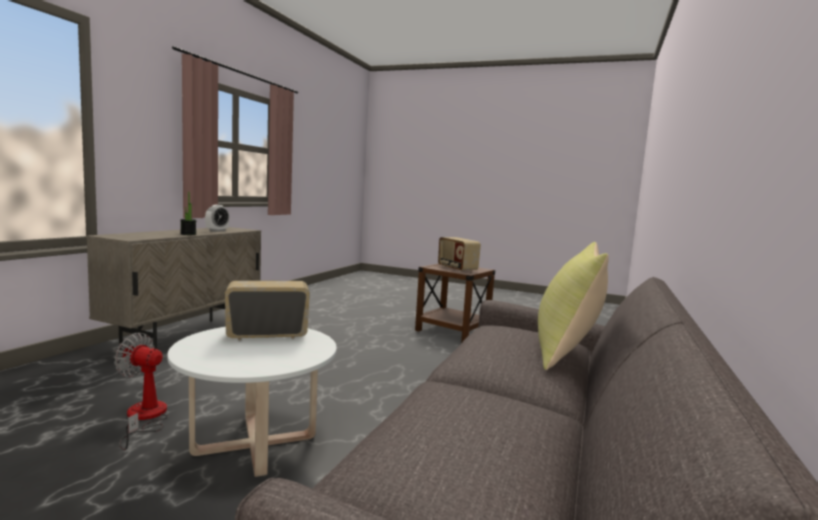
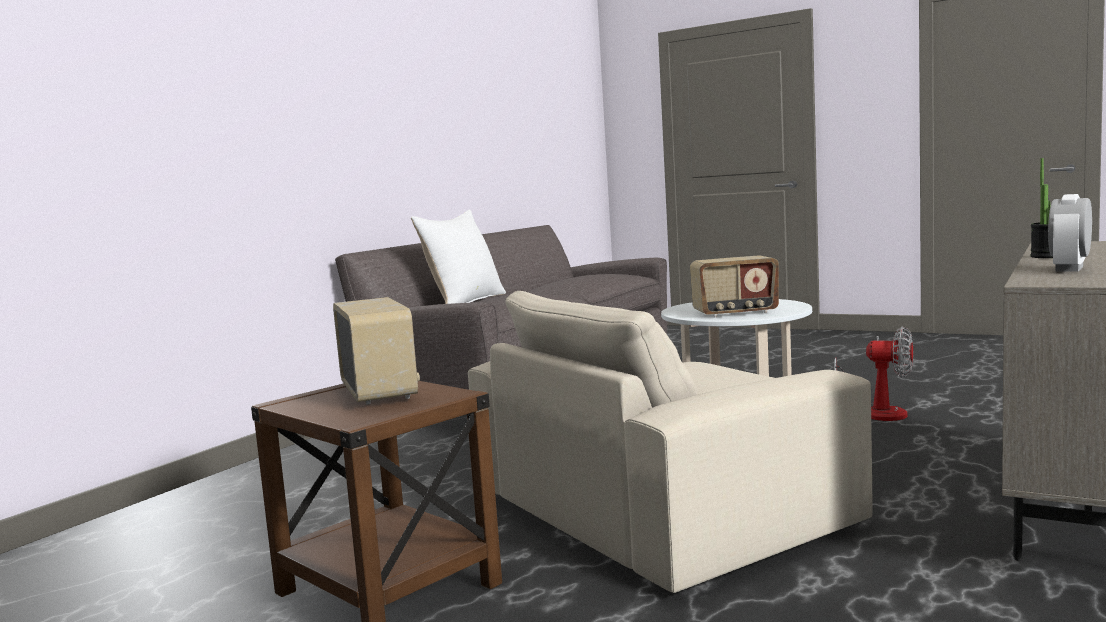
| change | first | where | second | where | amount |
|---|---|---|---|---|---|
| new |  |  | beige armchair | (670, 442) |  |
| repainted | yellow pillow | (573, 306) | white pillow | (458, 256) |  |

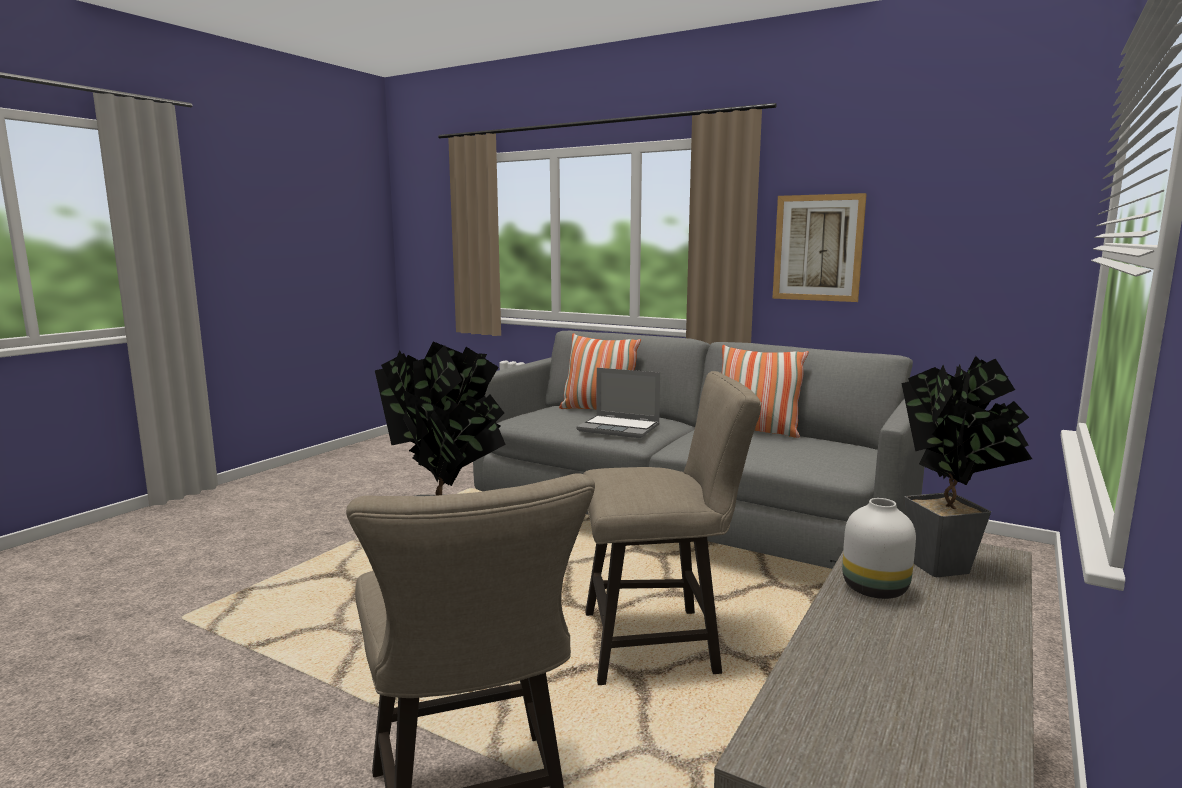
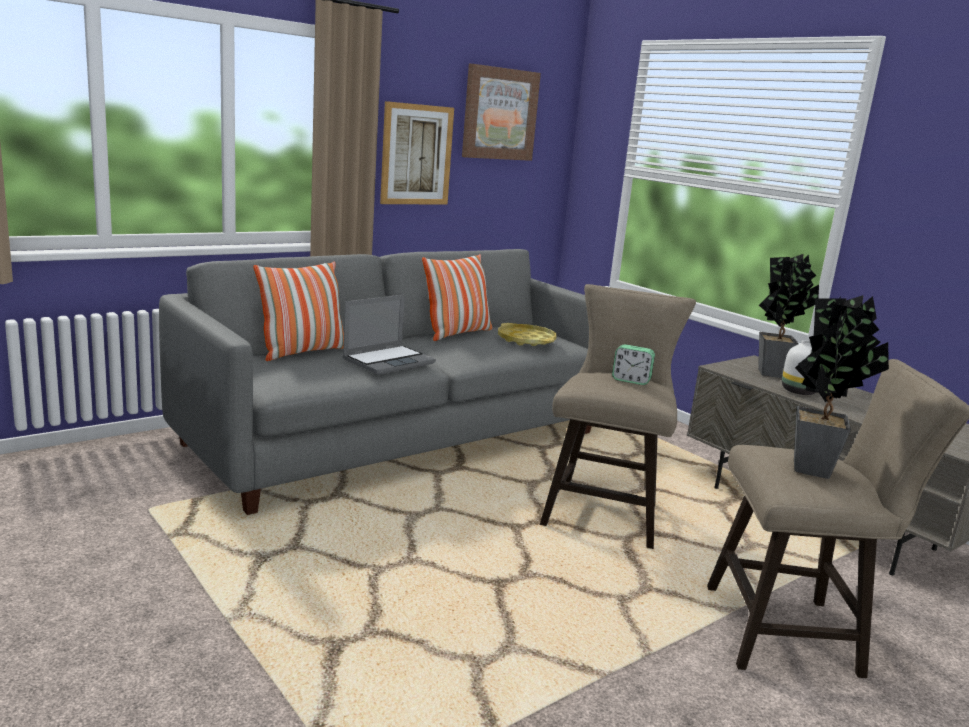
| change | first | where | second | where | amount |
|---|---|---|---|---|---|
| new |  |  | picture | (501, 112) |  |
| new |  |  | yellow tray | (527, 334) |  |
| new |  |  | alarm clock | (633, 364) |  |

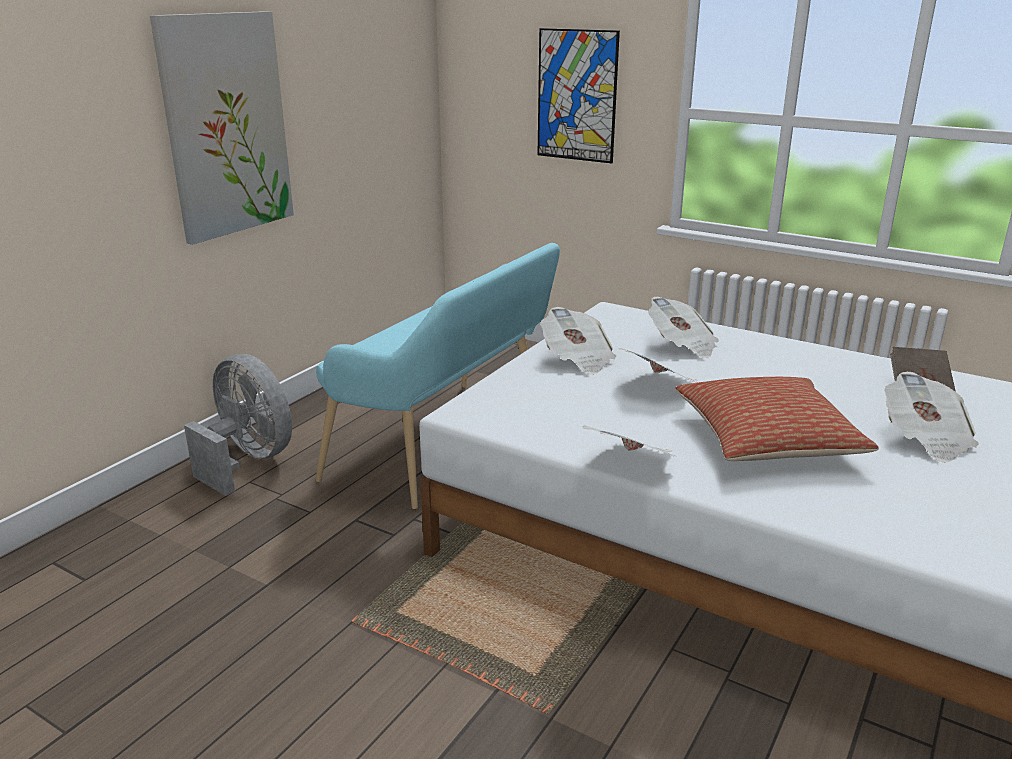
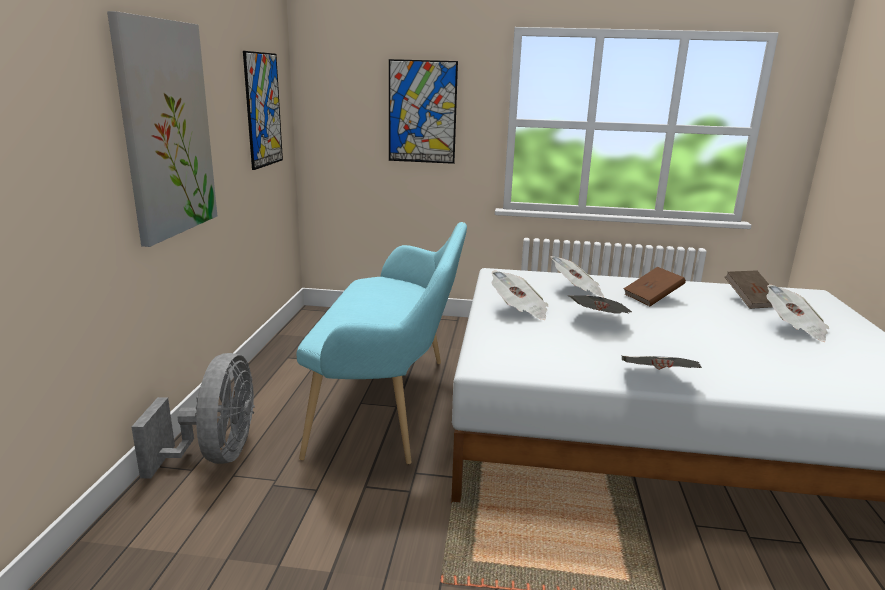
| change | first | where | second | where | amount |
|---|---|---|---|---|---|
| gone | pillow | (777, 419) |  |  |  |
| new |  |  | picture | (263, 110) |  |
| new |  |  | brown book | (655, 286) |  |
| rotated | grey fan | (238, 425) |  | (193, 416) | 75 degrees clockwise |

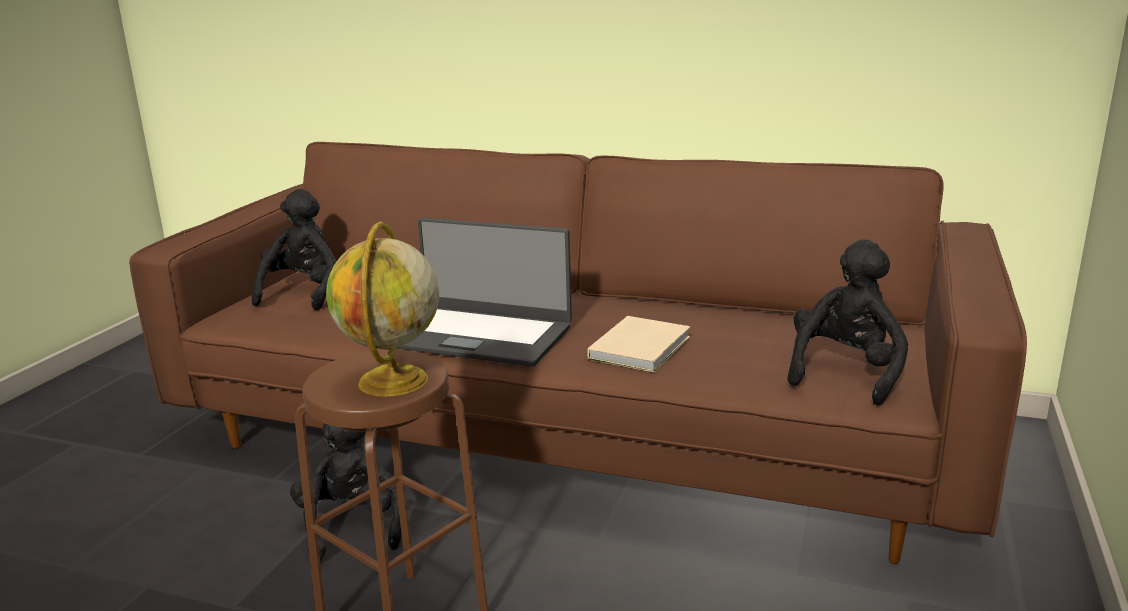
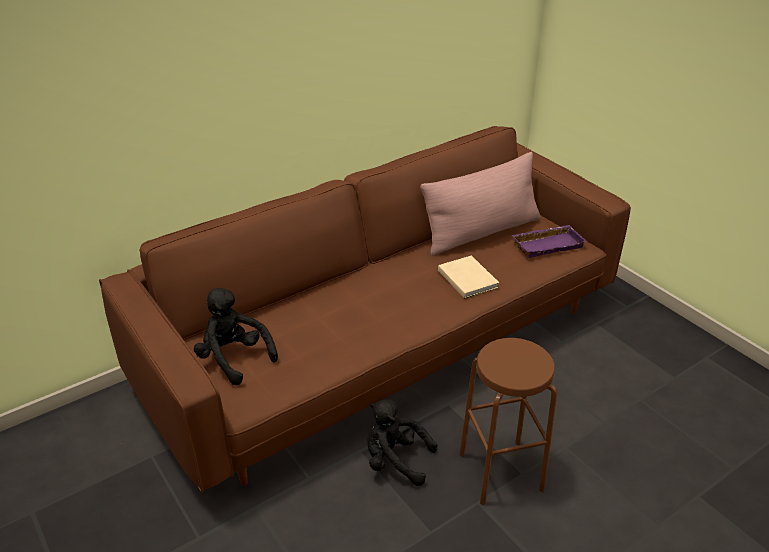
| change | first | where | second | where | amount |
|---|---|---|---|---|---|
| gone | globe | (382, 309) |  |  |  |
| gone | laptop | (484, 292) |  |  |  |
| new |  |  | pink pillow | (480, 204) |  |
| swapped | black plush toy | (847, 322) | purple tray | (549, 241) |  |

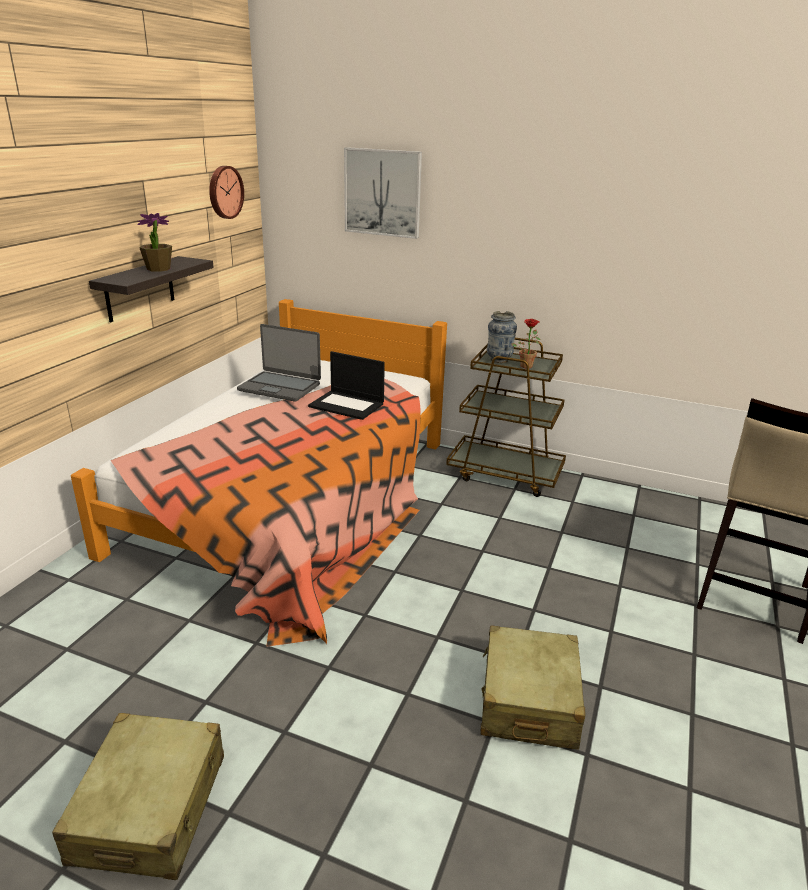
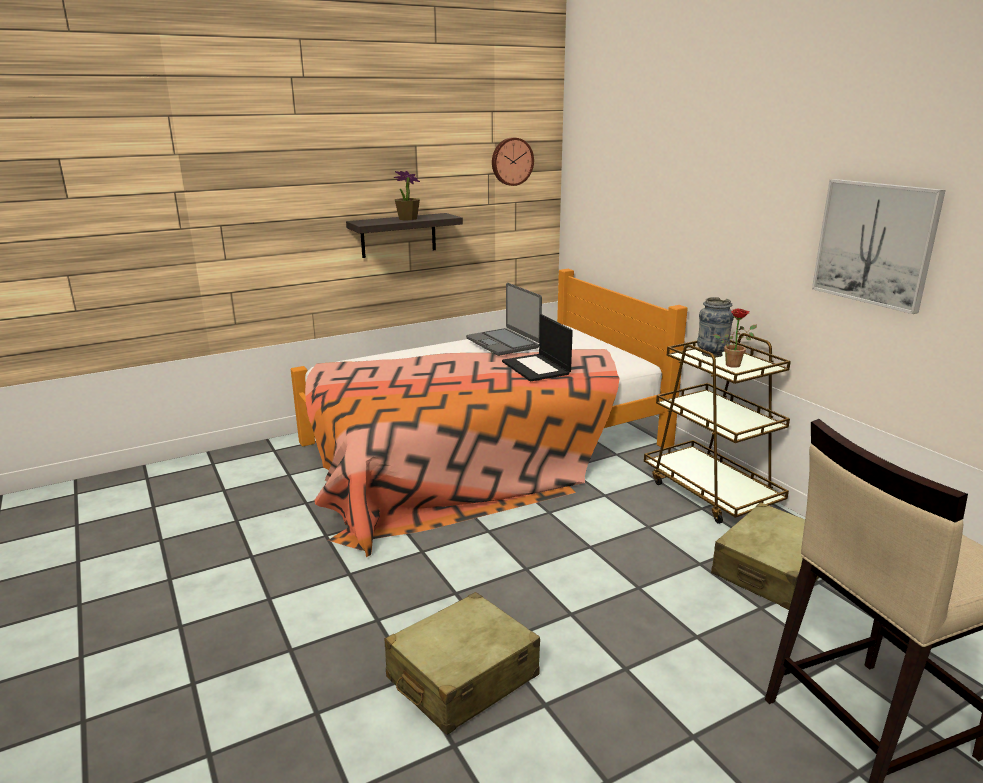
| change | first | where | second | where | amount |
|---|---|---|---|---|---|
| shifted | beige suitcase | (138, 796) |  | (765, 556) |  |
| shifted | picture | (383, 193) |  | (879, 246) |  |

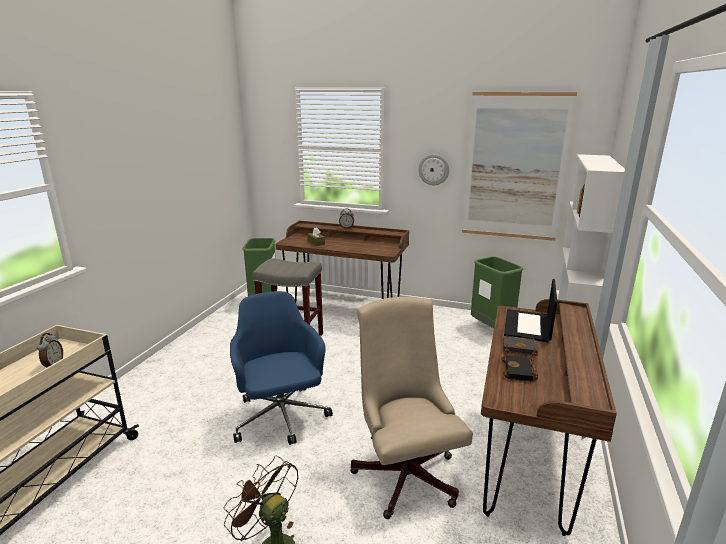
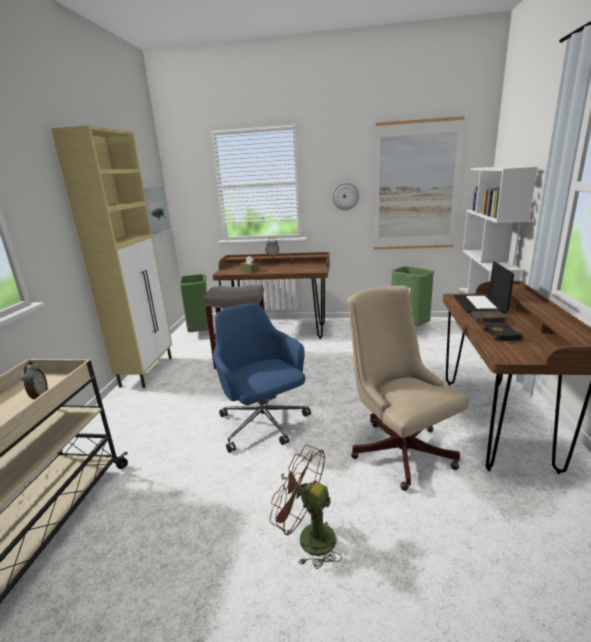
| change | first | where | second | where | amount |
|---|---|---|---|---|---|
| new |  |  | beige cabinet | (111, 256) |  |
| new |  |  | picture | (158, 211) |  |

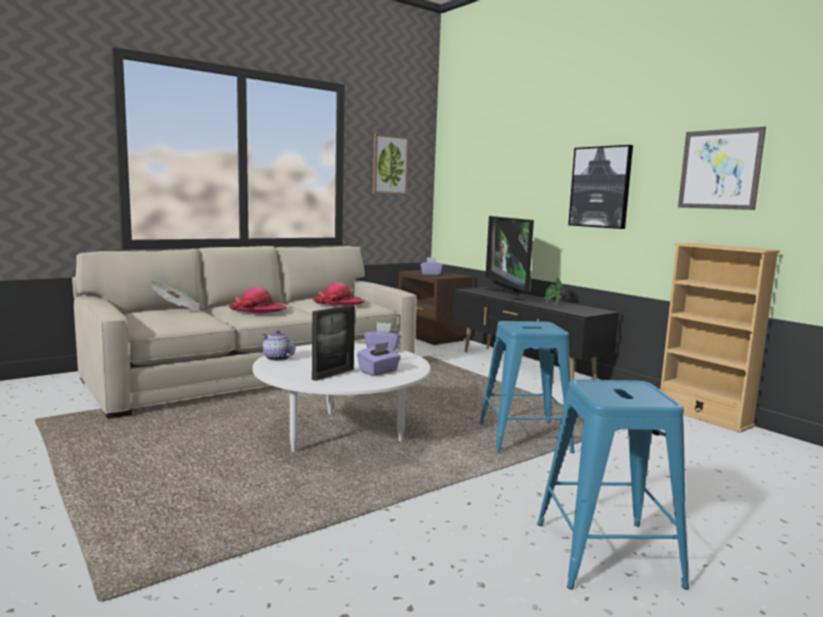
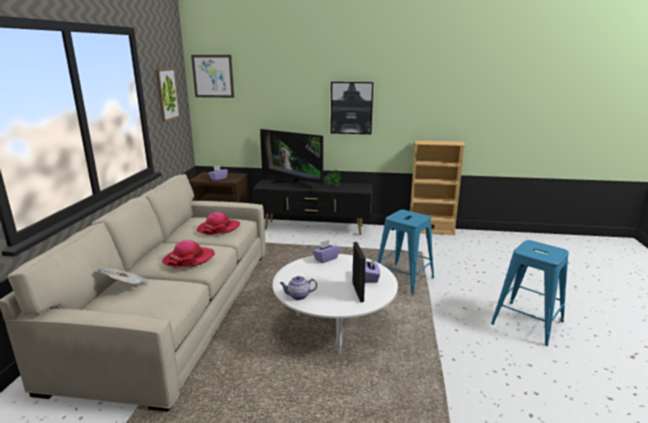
| change | first | where | second | where | amount |
|---|---|---|---|---|---|
| shifted | picture | (722, 168) |  | (212, 76) |  |

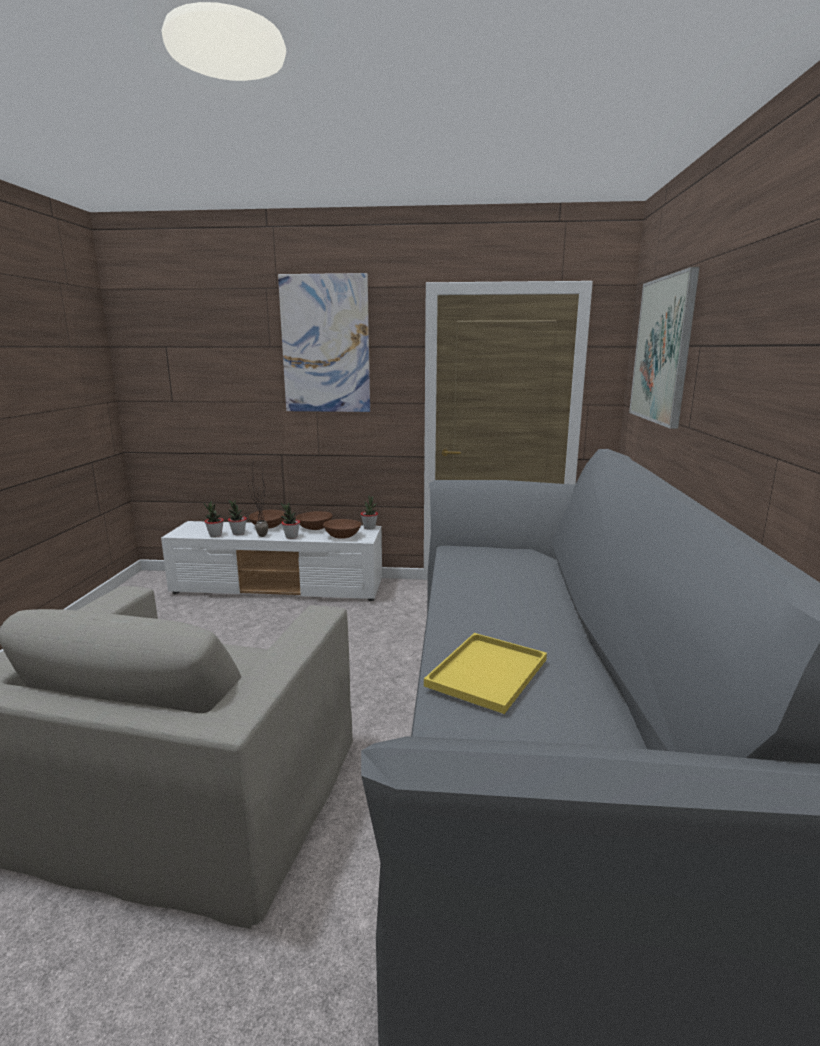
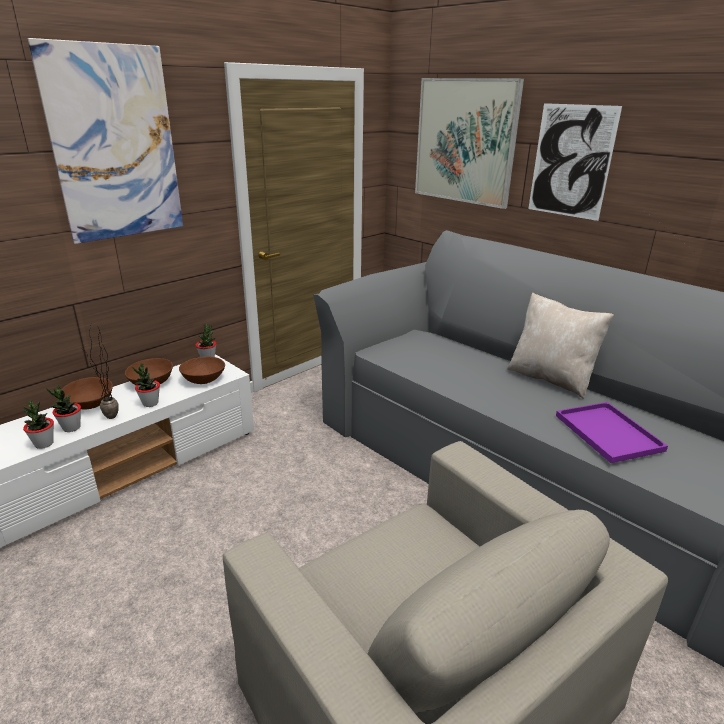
| change | first | where | second | where | amount |
|---|---|---|---|---|---|
| new |  |  | beige pillow | (560, 346) |  |
| new |  |  | picture | (575, 162) |  |
| repainted | yellow tray | (485, 673) | purple tray | (612, 432) |  |

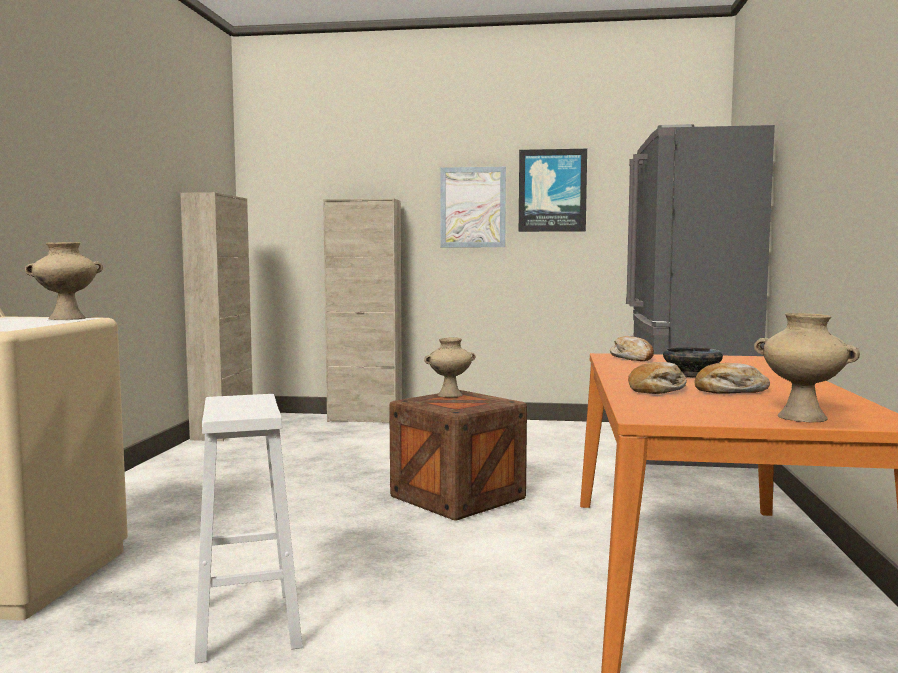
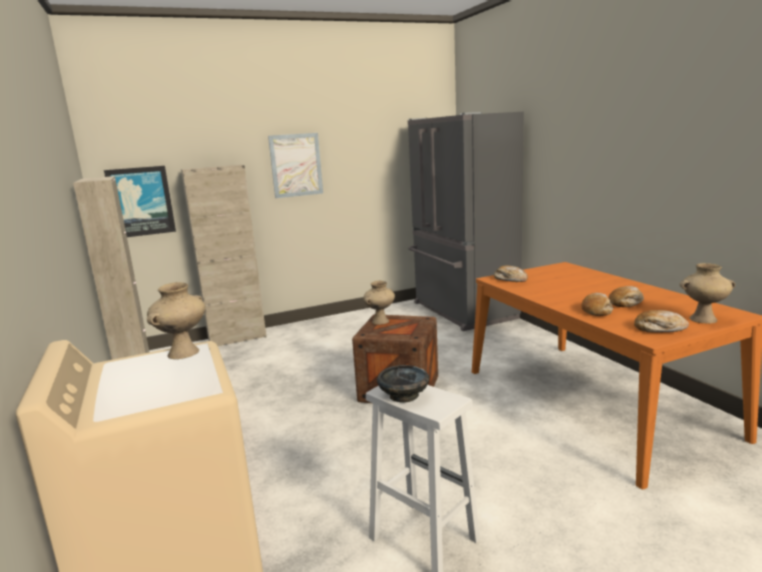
| change | first | where | second | where | amount |
|---|---|---|---|---|---|
| new |  |  | bread | (661, 321) |  |
| shifted | picture | (553, 190) |  | (140, 201) |  |
| shifted | black bowl | (693, 362) |  | (403, 384) |  |

